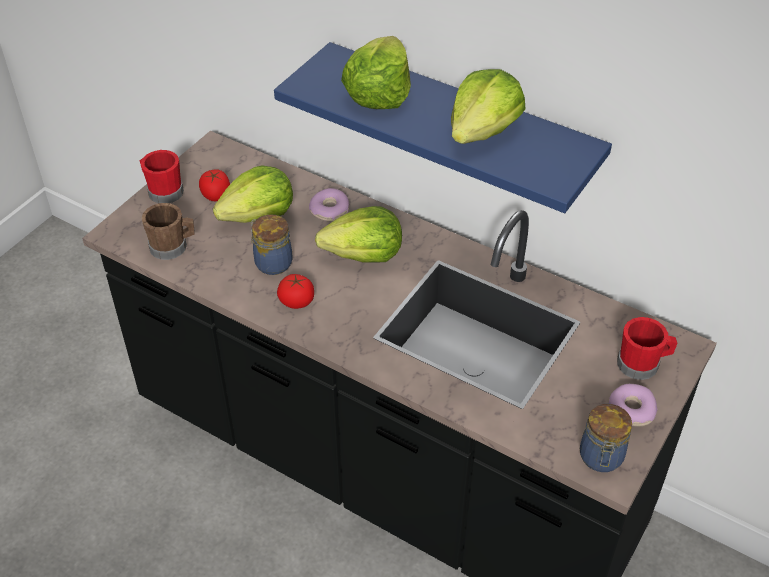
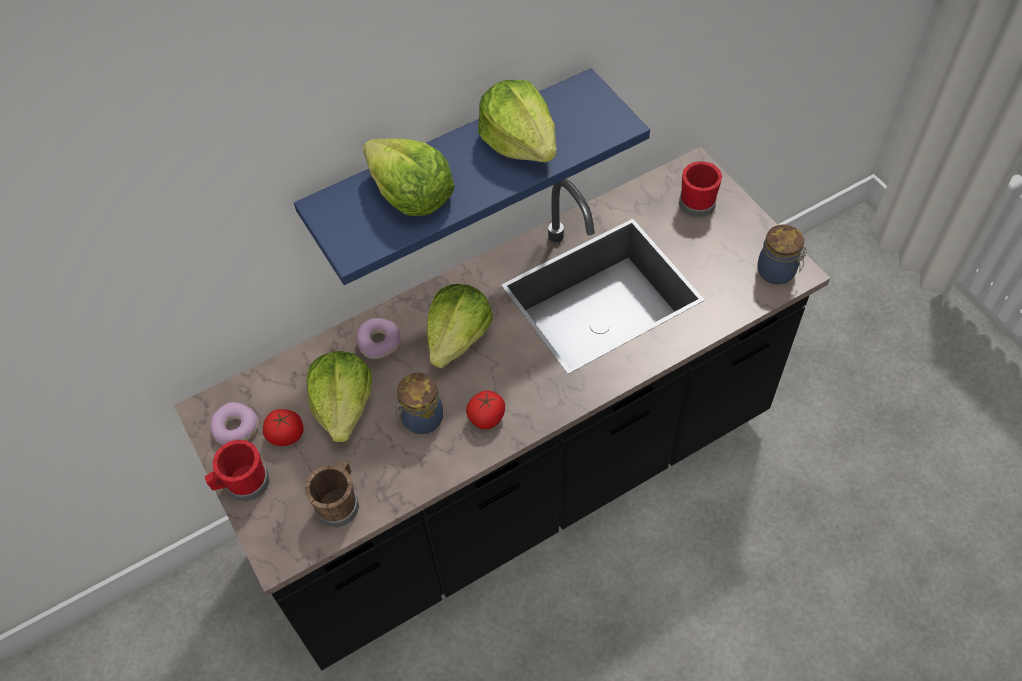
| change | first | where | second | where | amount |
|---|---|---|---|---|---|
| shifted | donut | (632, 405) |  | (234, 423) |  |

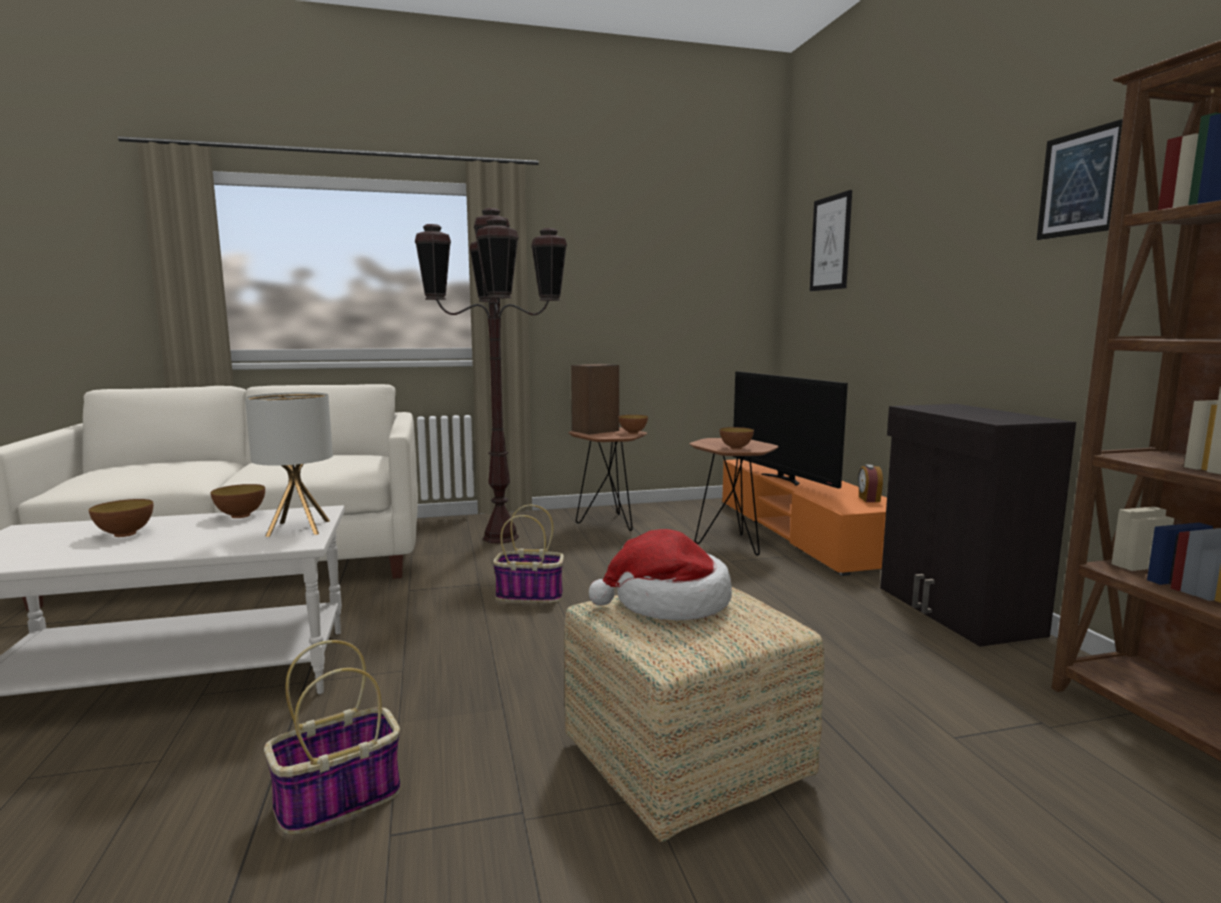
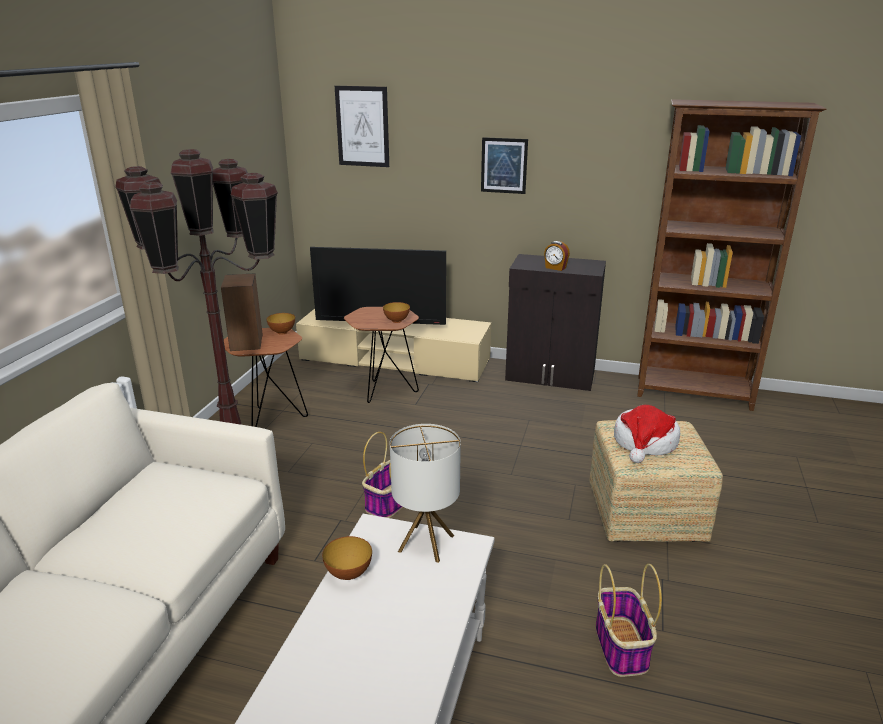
| change | first | where | second | where | amount |
|---|---|---|---|---|---|
| gone | bowl | (121, 518) |  |  |  |
| shifted | alarm clock | (870, 483) |  | (557, 256) |  |
| shifted | picture | (1080, 179) |  | (504, 165) |  |
| repainted | orange tv stand | (804, 517) | beige tv stand | (393, 345) |  |

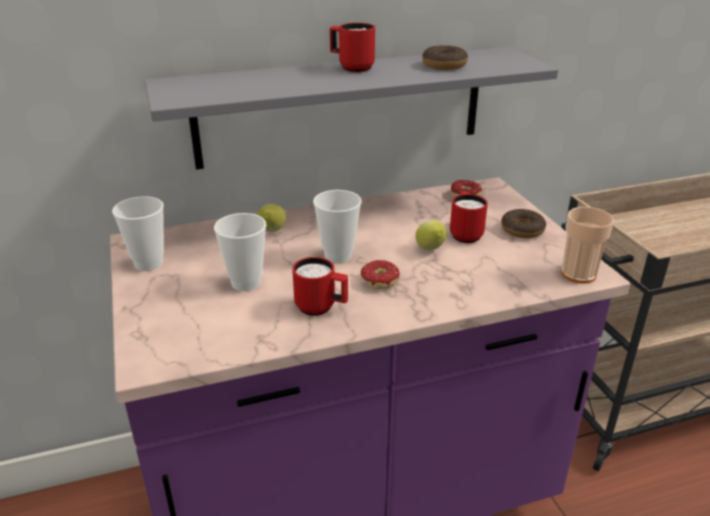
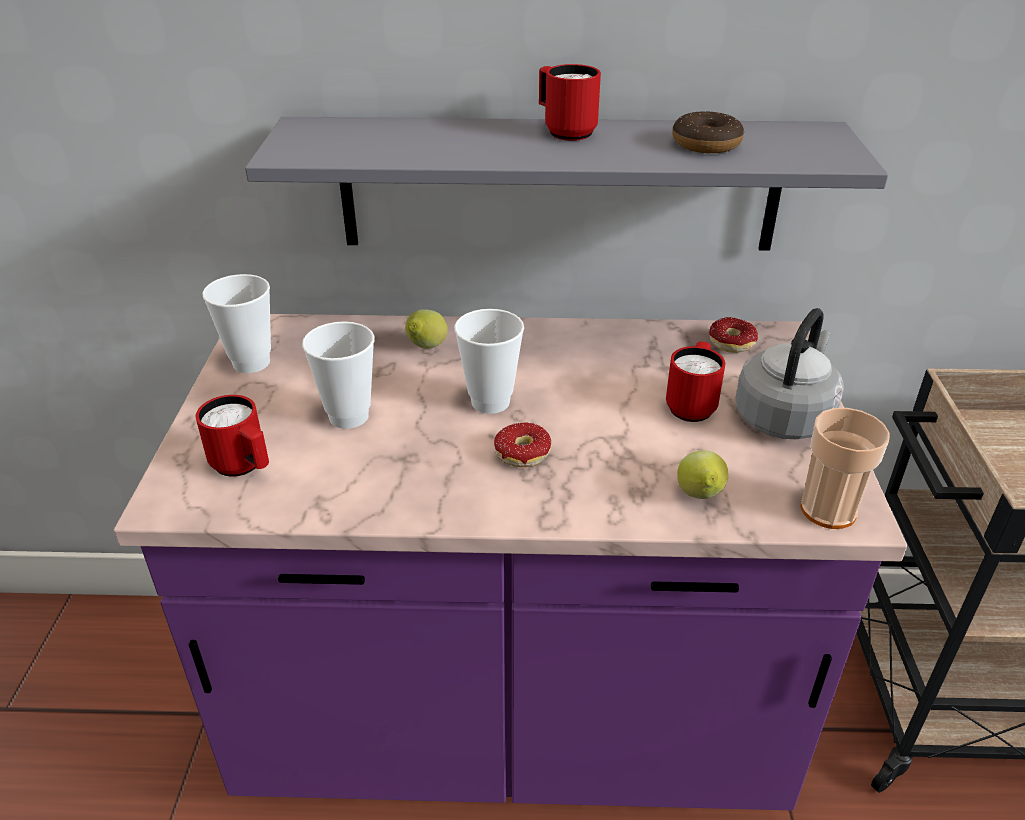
| change | first | where | second | where | amount |
|---|---|---|---|---|---|
| shifted | red mug | (320, 286) |  | (232, 436) |  |
| shifted | lemon | (430, 235) |  | (703, 474) |  |
| swapped | donut | (523, 223) | grey kettle | (789, 373) |  |

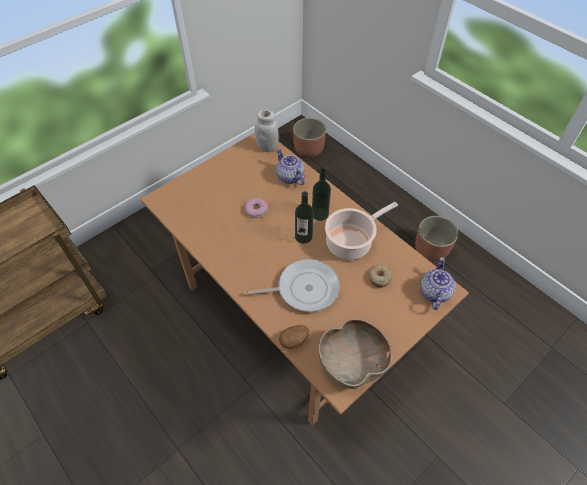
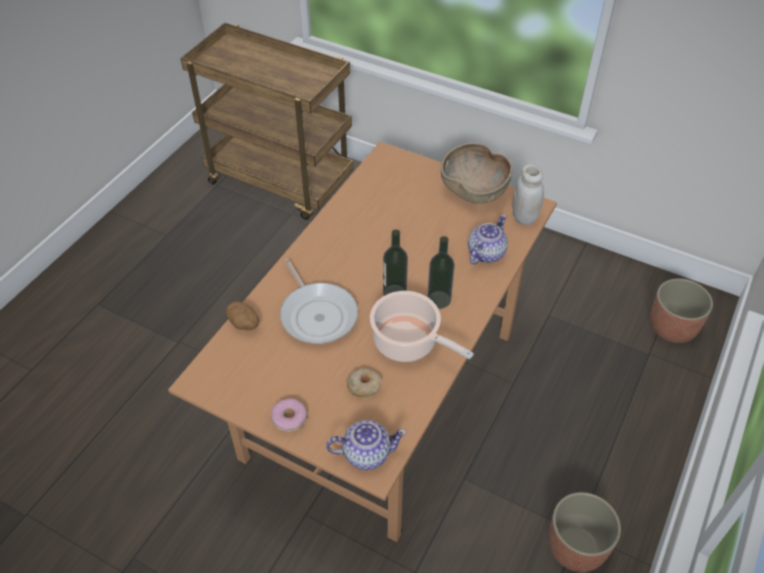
| change | first | where | second | where | amount |
|---|---|---|---|---|---|
| shifted | donut | (256, 208) |  | (289, 415) |  |
| shifted | brown bowl | (355, 354) |  | (476, 173) |  |

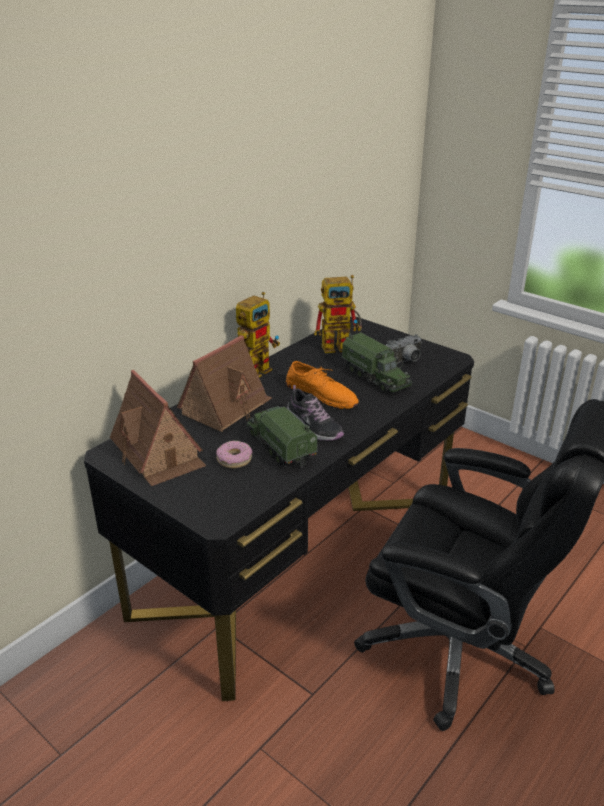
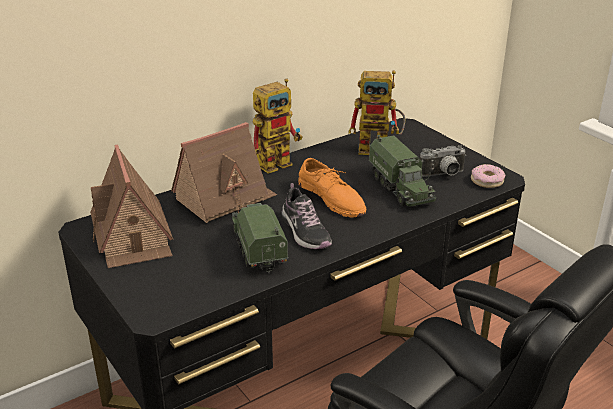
| change | first | where | second | where | amount |
|---|---|---|---|---|---|
| shifted | donut | (234, 454) |  | (488, 176) |  |

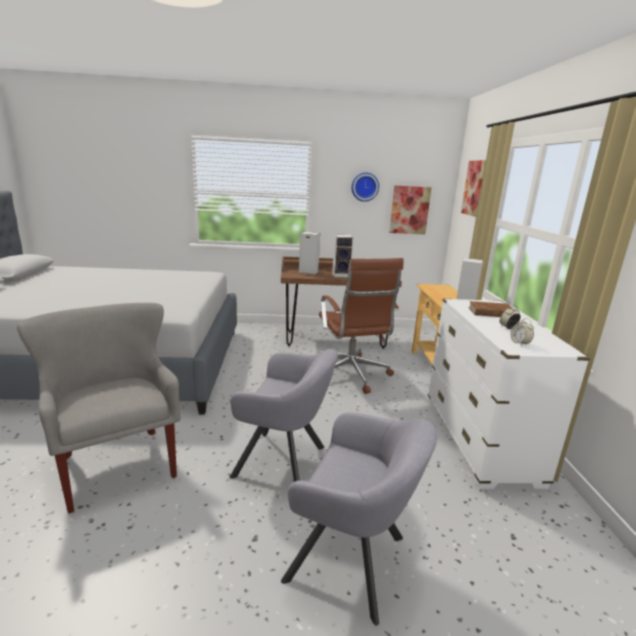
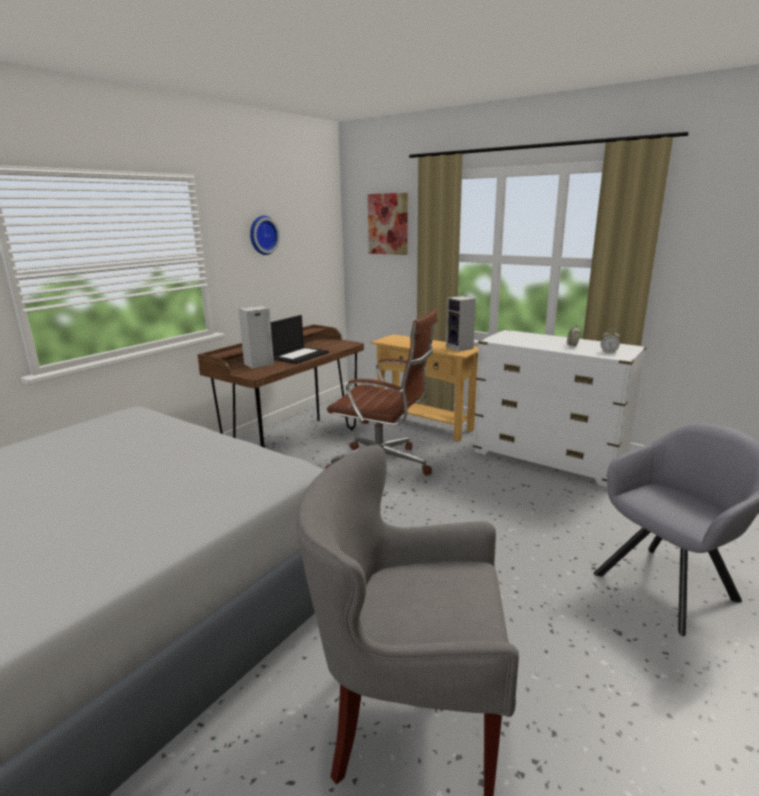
| change | first | where | second | where | amount |
|---|---|---|---|---|---|
| gone | grey armchair | (283, 415) |  |  |  |
| gone | picture | (410, 209) |  |  |  |
| gone | brown book | (492, 309) |  |  |  |
| swapped | speaker | (342, 256) | laptop | (300, 339) |  |

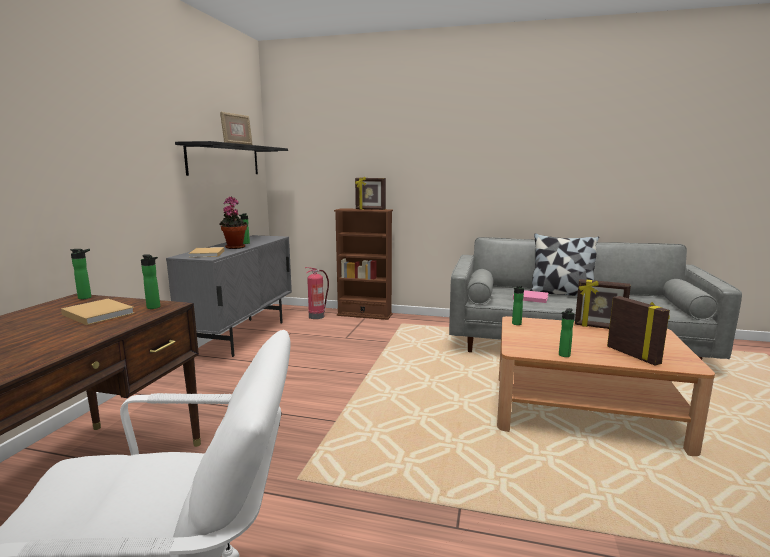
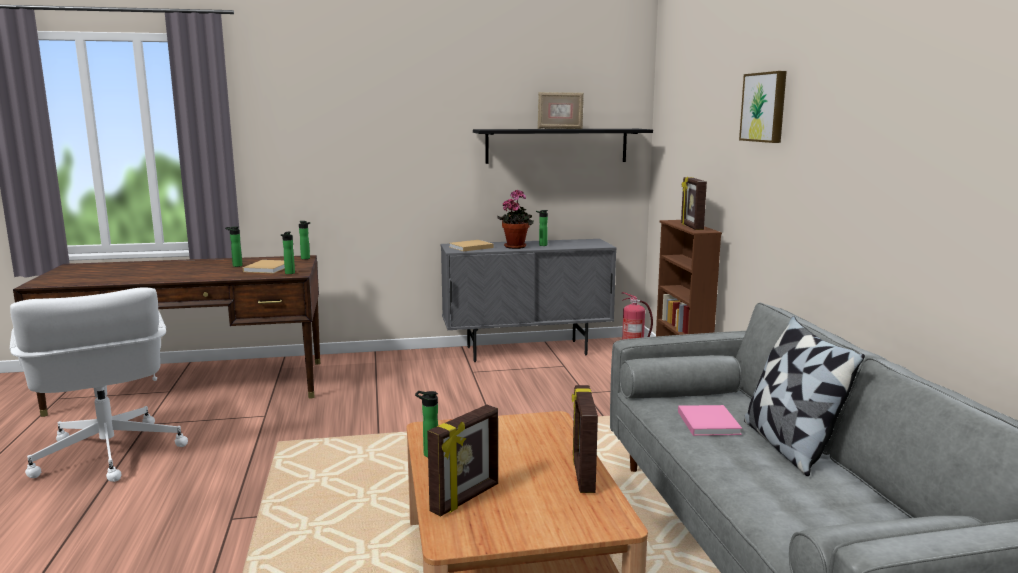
| change | first | where | second | where | amount |
|---|---|---|---|---|---|
| new |  |  | picture | (763, 107) |  |
| shifted | bottle | (518, 305) |  | (233, 246) |  |

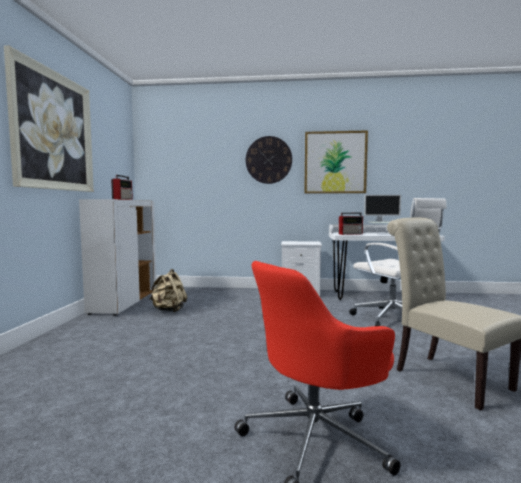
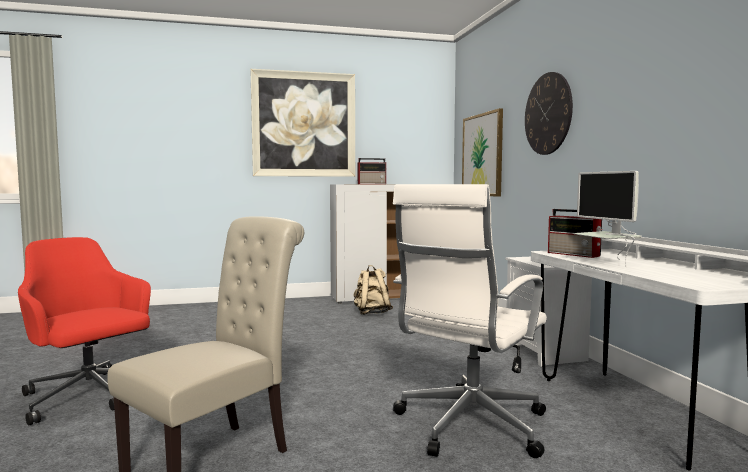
| change | first | where | second | where | amount |
|---|---|---|---|---|---|
| shifted | picture | (336, 161) |  | (482, 152) |  |

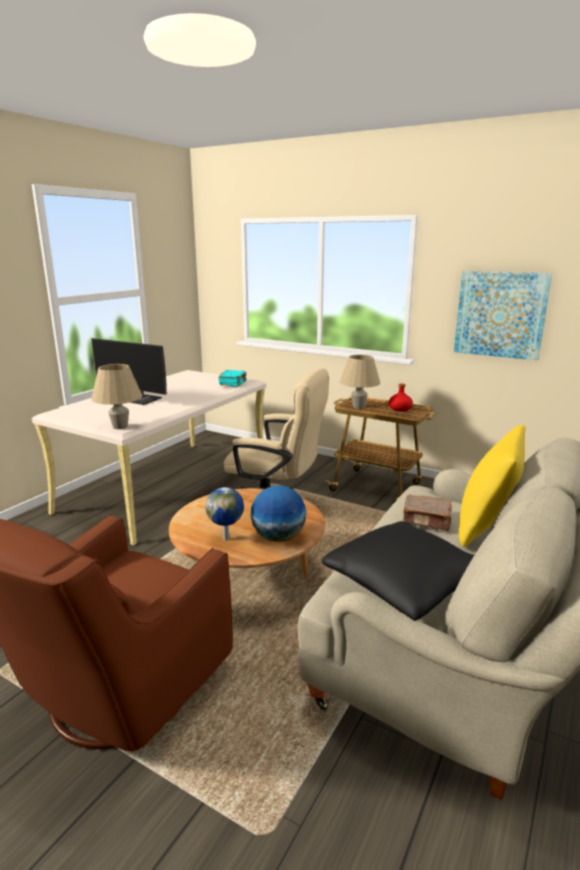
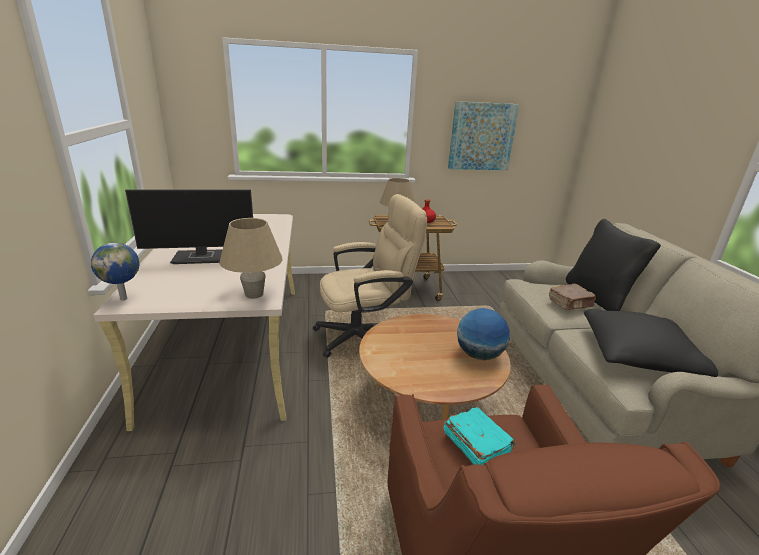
| change | first | where | second | where | amount |
|---|---|---|---|---|---|
| shifted | globe | (225, 514) |  | (115, 271) |  |
| shifted | turquoise book | (232, 378) |  | (480, 436) |  |
| repainted | yellow pillow | (492, 486) | black pillow | (613, 265) |  |

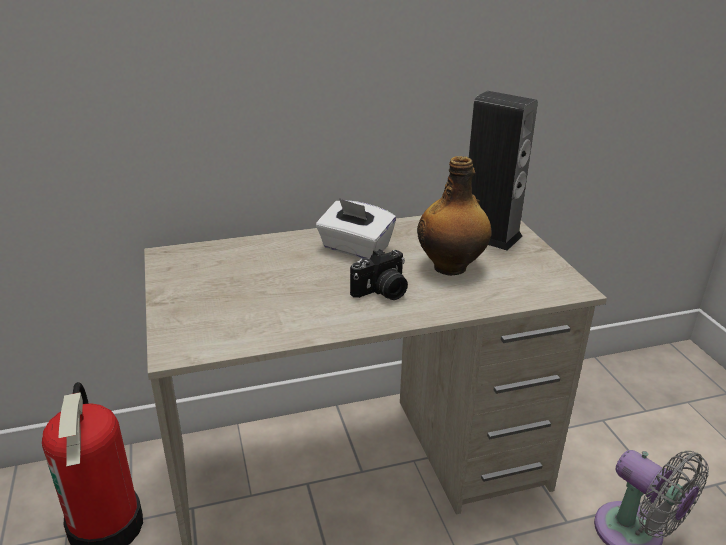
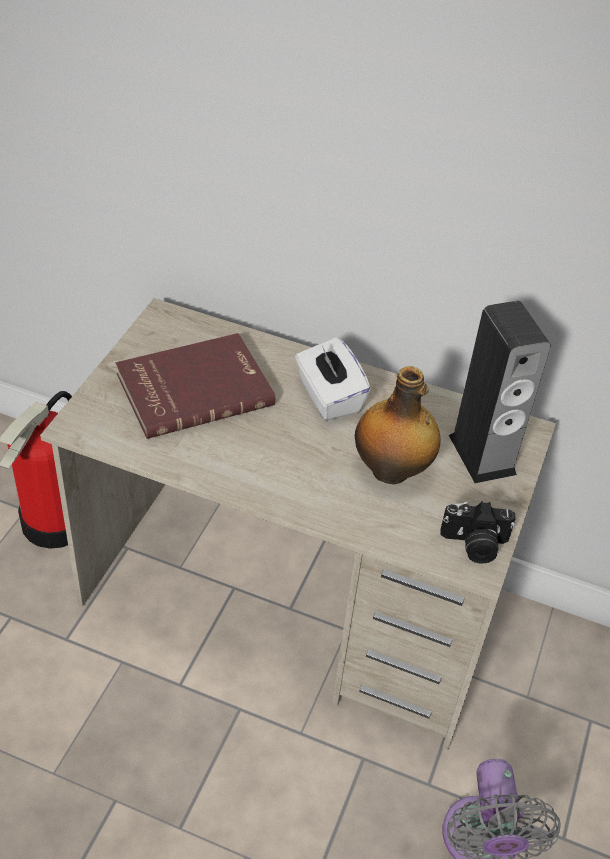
| change | first | where | second | where | amount |
|---|---|---|---|---|---|
| new |  |  | red book | (196, 386) |  |
| shifted | photo camera | (379, 274) |  | (478, 532) |  |

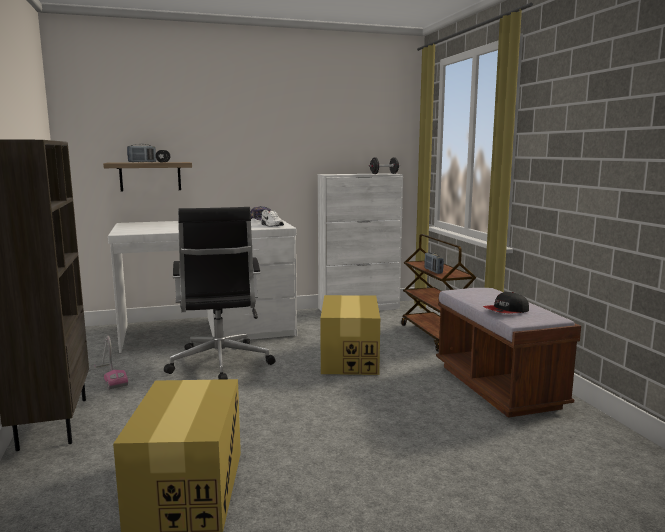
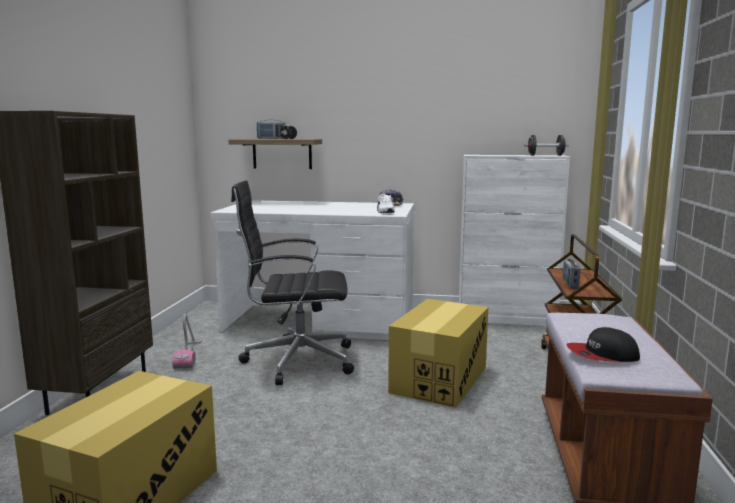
| change | first | where | second | where | amount |
|---|---|---|---|---|---|
| rotated | black office chair | (219, 293) |  | (292, 282) | 75 degrees clockwise |

